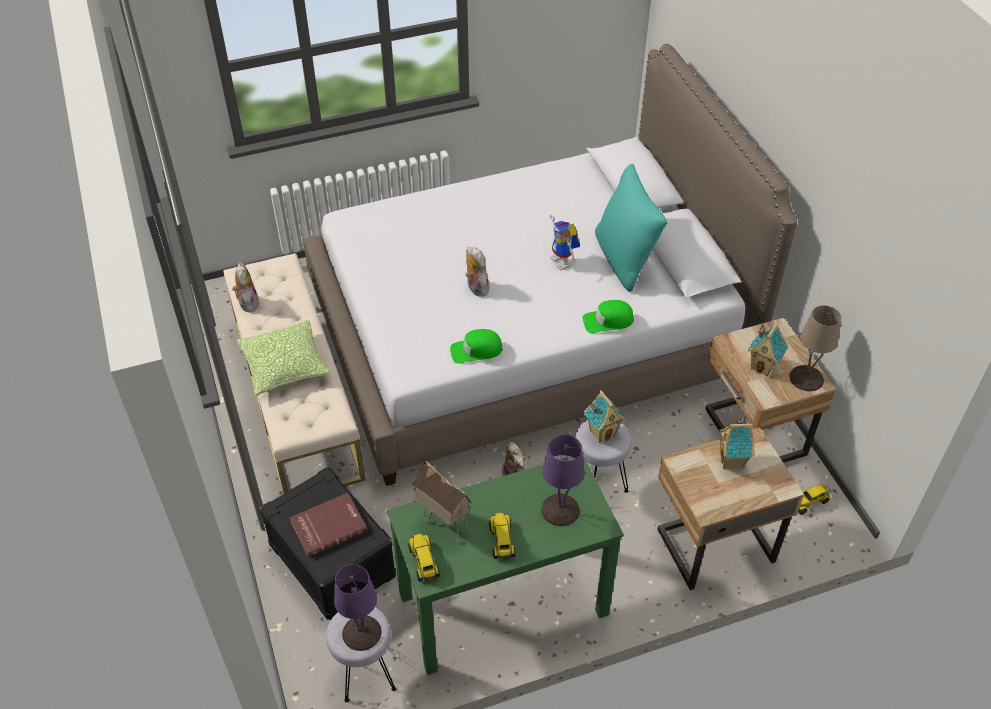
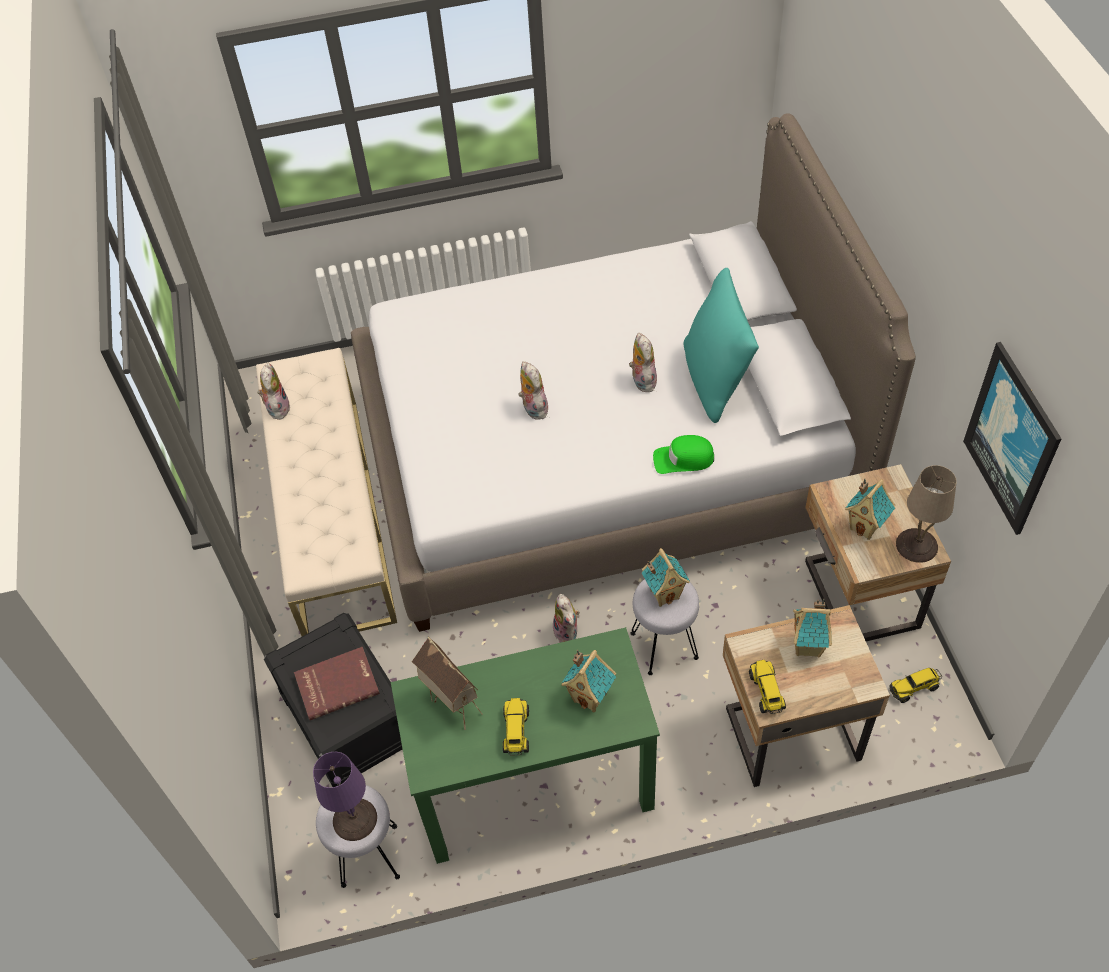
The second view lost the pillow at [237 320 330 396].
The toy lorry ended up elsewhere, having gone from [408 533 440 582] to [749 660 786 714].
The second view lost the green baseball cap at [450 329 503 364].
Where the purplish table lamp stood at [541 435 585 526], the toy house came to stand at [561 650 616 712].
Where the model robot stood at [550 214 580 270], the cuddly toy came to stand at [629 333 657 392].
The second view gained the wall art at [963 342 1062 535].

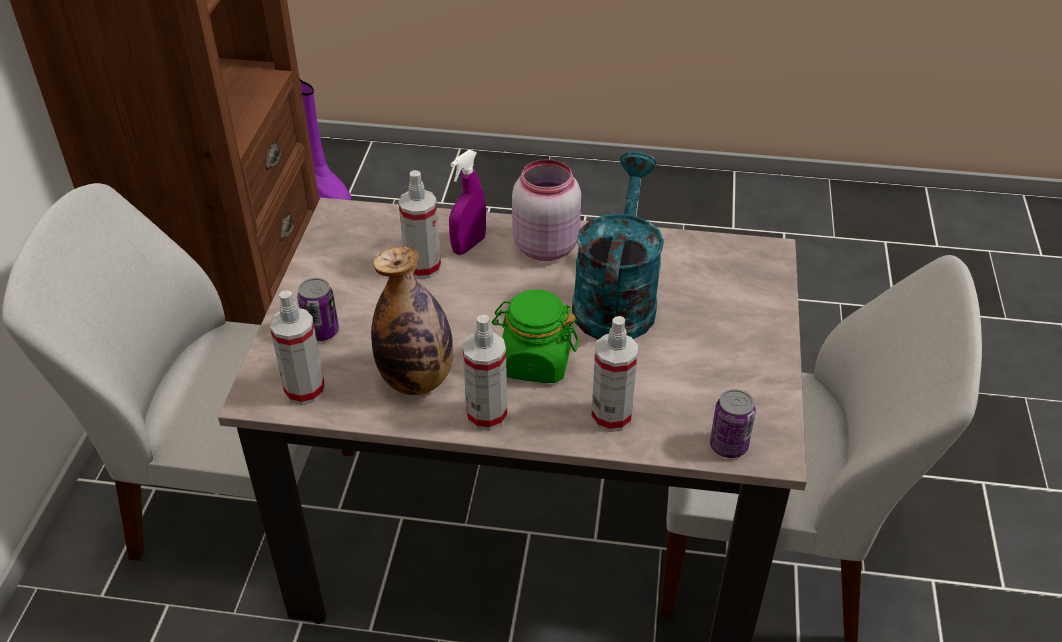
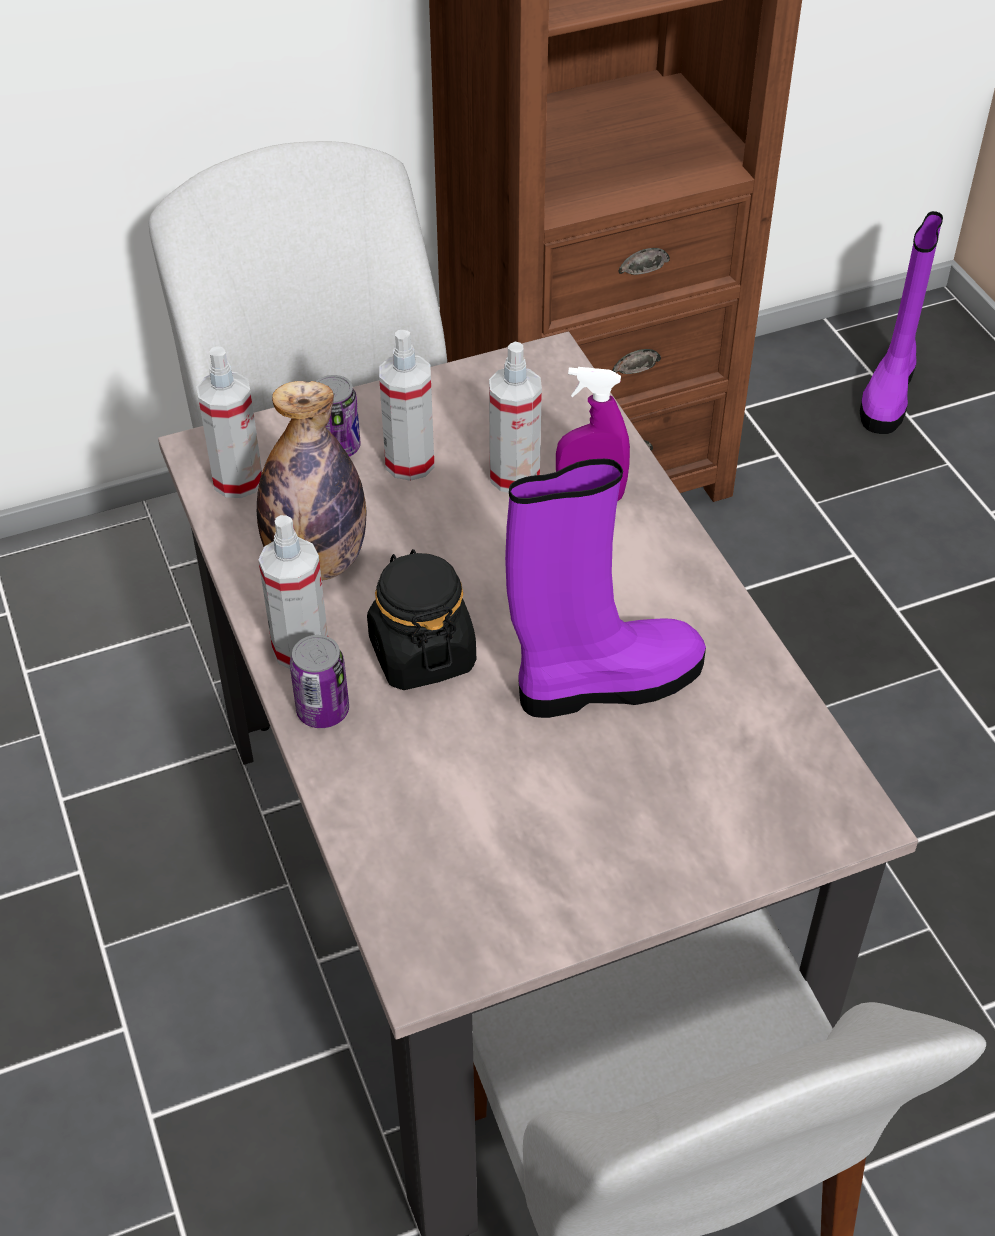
What was the green preserve jar at [492 289 579 383] turned into the blackish preserve jar at [367 549 476 690].
The second view lost the pink-coloured preserve jar at [512 159 581 261].
Where the turquoise-coloured sprinkling can stood at [572 151 664 339], the purplish boot came to stand at [505 459 706 718].
The sprayer ended up elsewhere, having gone from [591 316 638 432] to [379 330 435 481].
The can ended up elsewhere, having gone from [710 389 756 458] to [290 635 349 728].

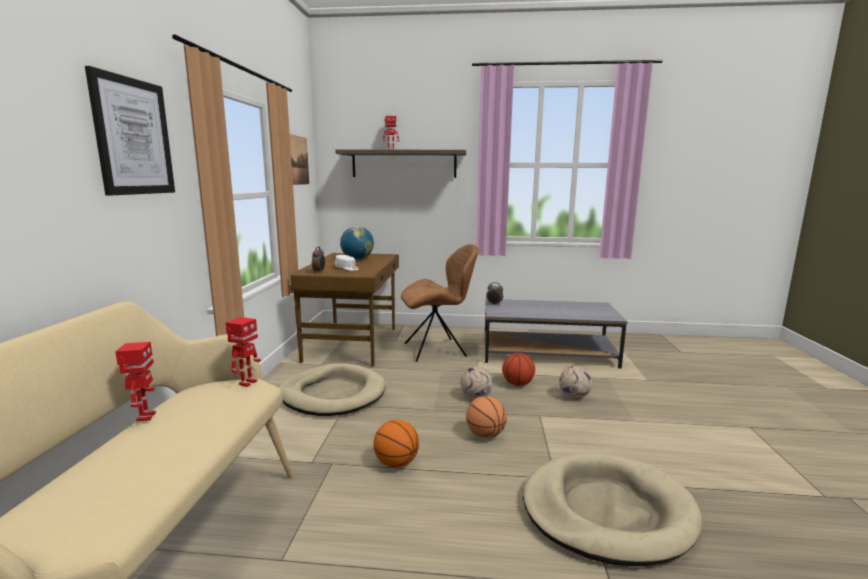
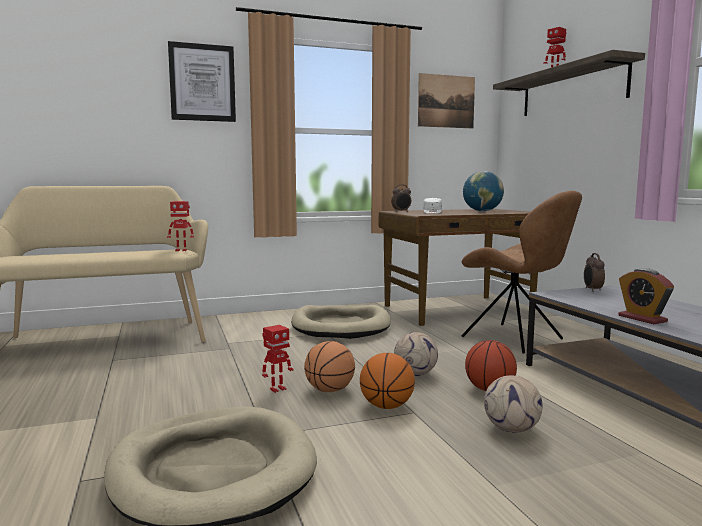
The model robot ended up elsewhere, having gone from [115 342 156 421] to [262 325 294 393].
The ball for basketball ended up elsewhere, having gone from [373 420 419 468] to [360 353 415 409].
The second view gained the bedside clock at [618 268 674 324].

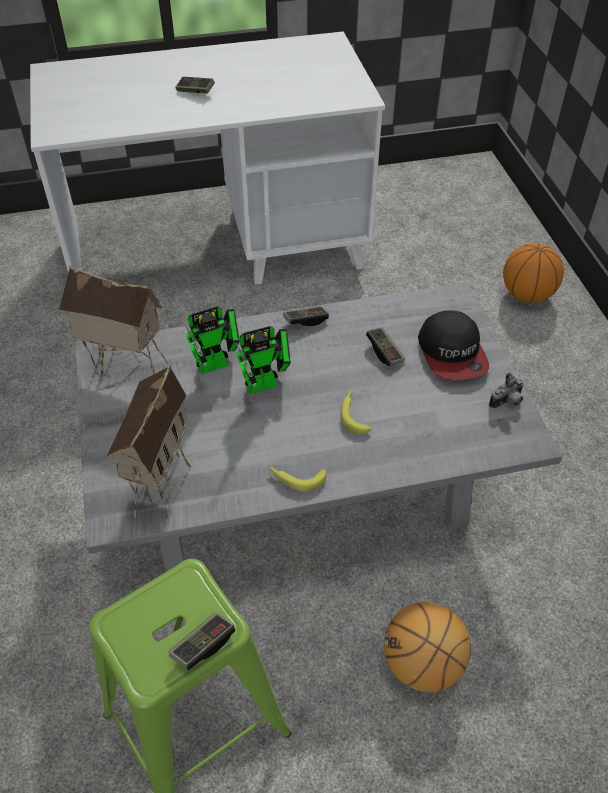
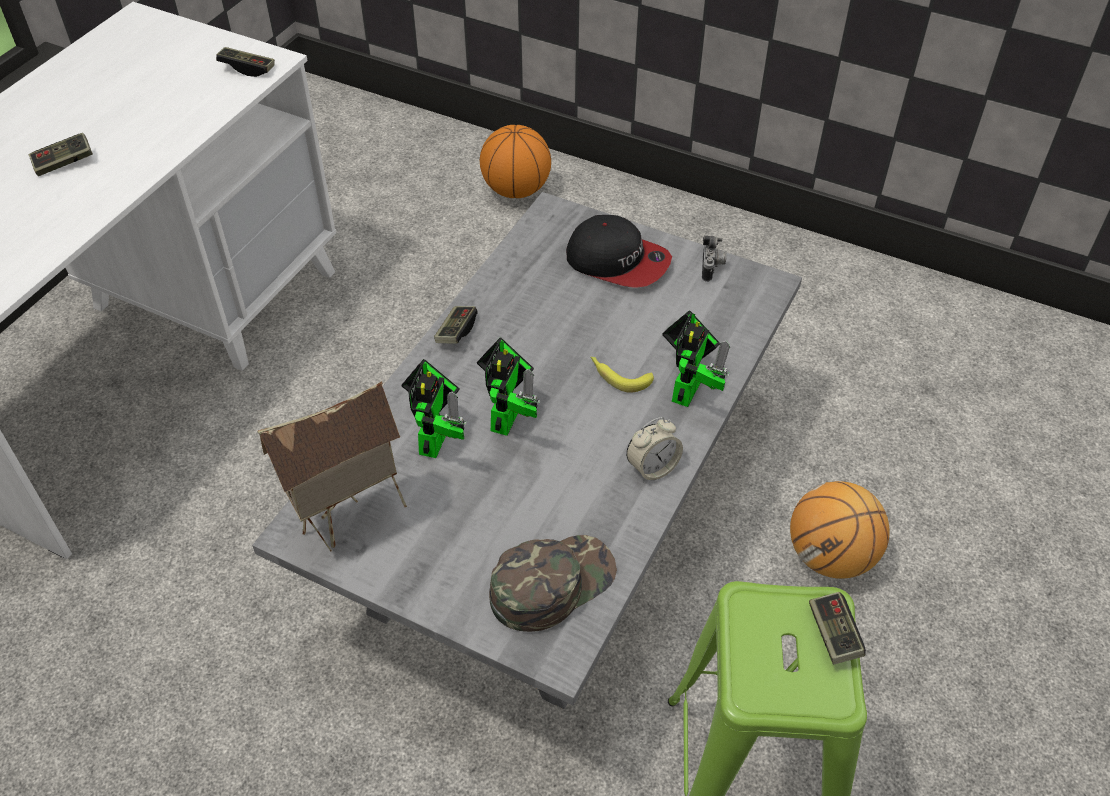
Where the toy house stood at [106 365 191 523], the green baseball cap came to stand at [489 535 617 632].
Where the banana stood at [268 466 327 492], the bedside clock came to stand at [626 417 683 482].
The joypad ended up elsewhere, having gone from [366 327 405 366] to [216 47 275 77].
The second view gained the model robot at [662 310 730 407].

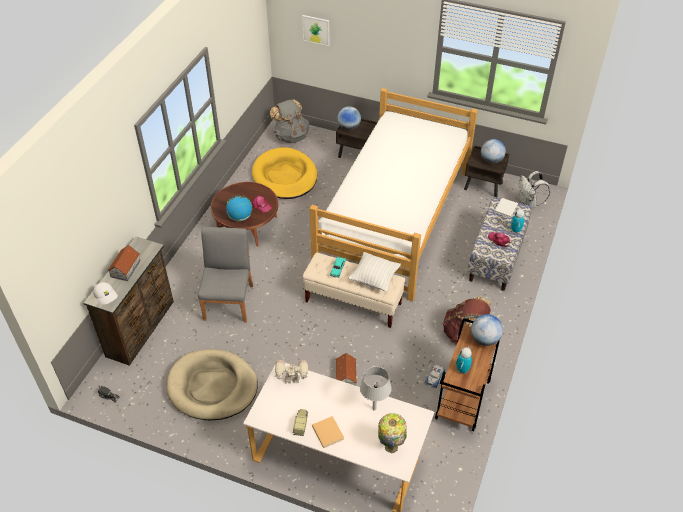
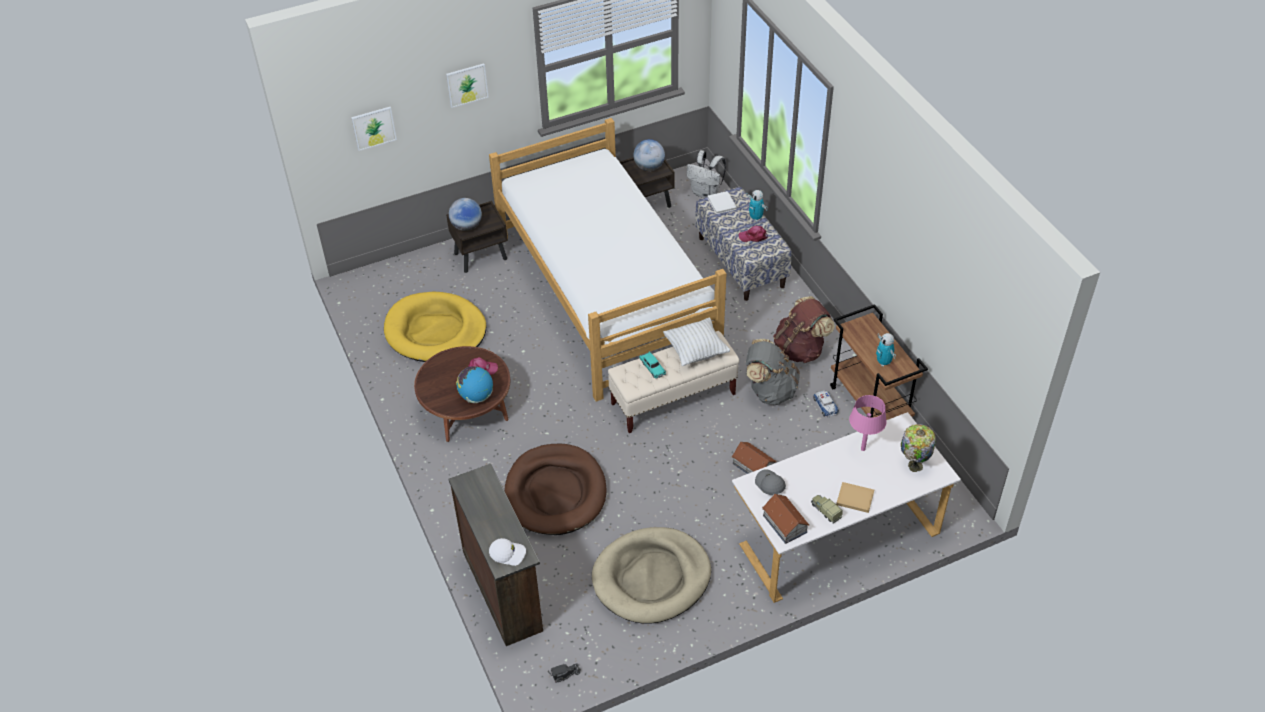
The toy house ended up elsewhere, having gone from [108 245 141 281] to [762 494 810 544].
Where the grey chair stood at [198 227 253 323], the brown-coloured dog bed came to stand at [505 444 607 535].
The grey knapsack ended up elsewhere, having gone from [270 99 309 143] to [746 339 800 405].
Where the model robot stood at [275 360 308 383], the grey baseball cap came to stand at [755 470 786 495].
What was the grey table lamp at [360 367 391 411] turned into the pink-coloured table lamp at [849 395 887 451].
The second view lost the globe at [471 314 503 346].
The second view gained the wall art at [446 64 489 108].

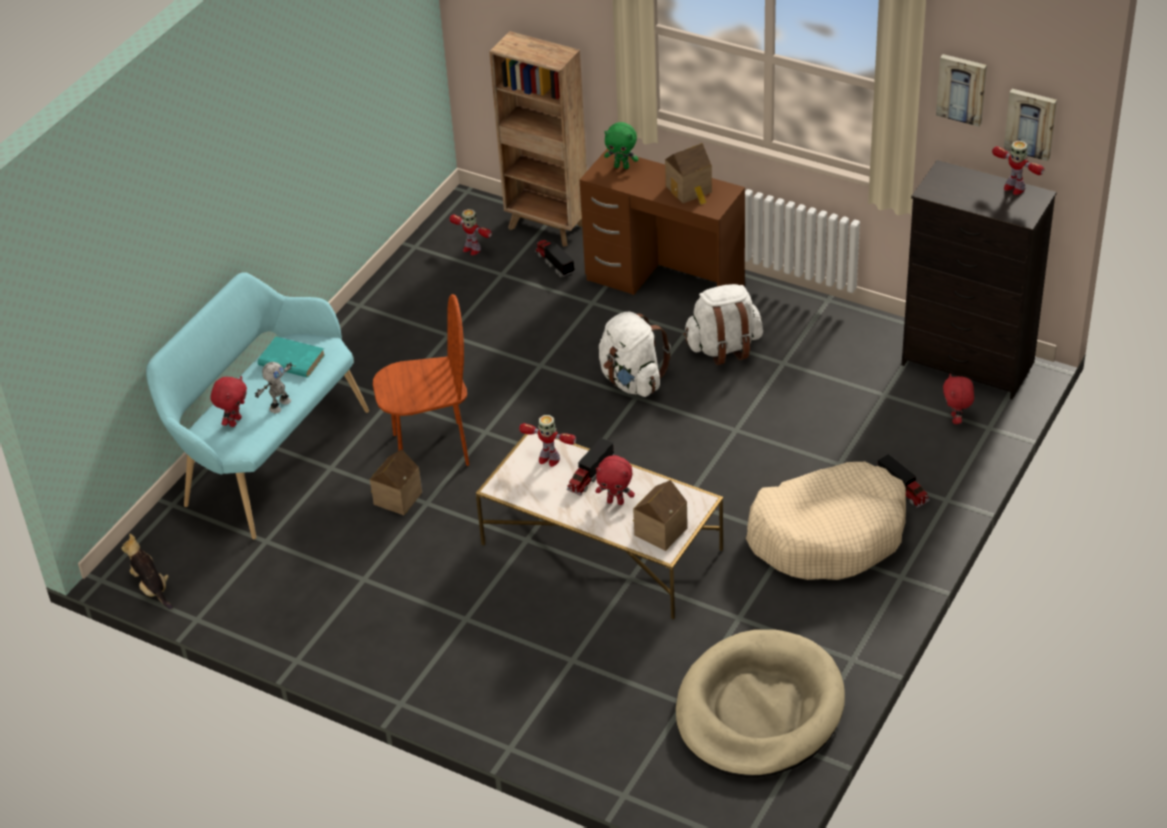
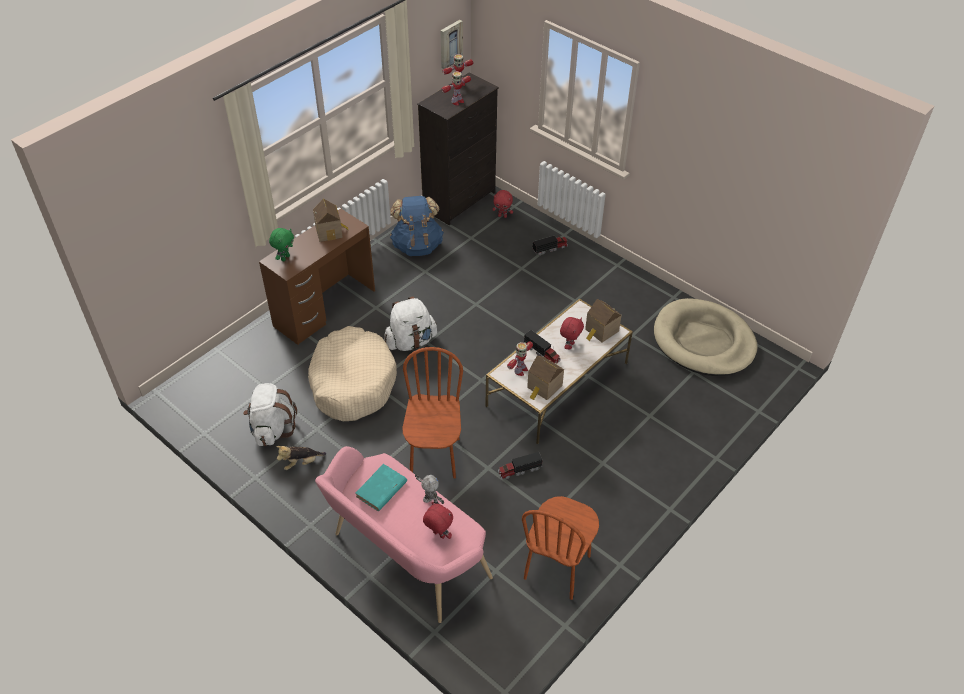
The cuddly toy ended up elsewhere, having gone from [121 534 173 609] to [276 446 326 470].
What was the turquoise-coloured bench at [146 272 369 539] turned into the pink-coloured bench at [315 446 493 623].
The toy house ended up elsewhere, having gone from [370 449 422 515] to [527 356 564 400].
The model robot ended up elsewhere, having gone from [449 209 492 255] to [441 71 471 105].
The second view lost the brown-coloured shelving unit at [489 31 587 247].
The toy lorry ended up elsewhere, having gone from [535 240 575 278] to [498 452 542 480].
The whitish knapsack ended up elsewhere, having gone from [683 284 763 365] to [243 383 297 446].
The beige dog bed ended up elsewhere, having gone from [746 462 906 580] to [308 326 397 421].
The second view lost the wall art at [936 54 987 127].
The second view gained the bluish knapsack at [390 196 444 256].
The second view gained the brown-coloured chair at [522 496 599 600].

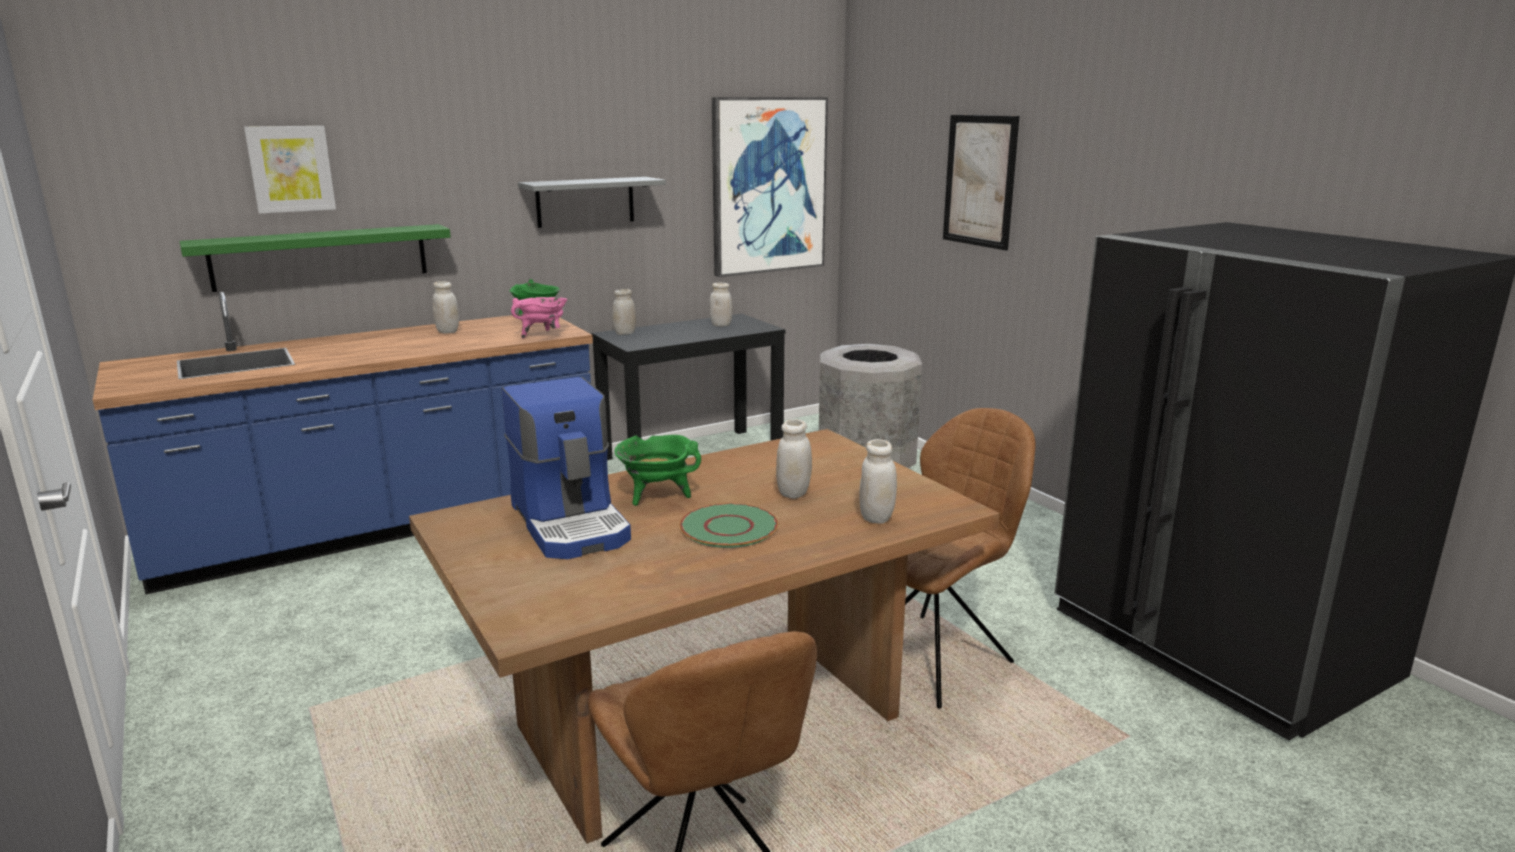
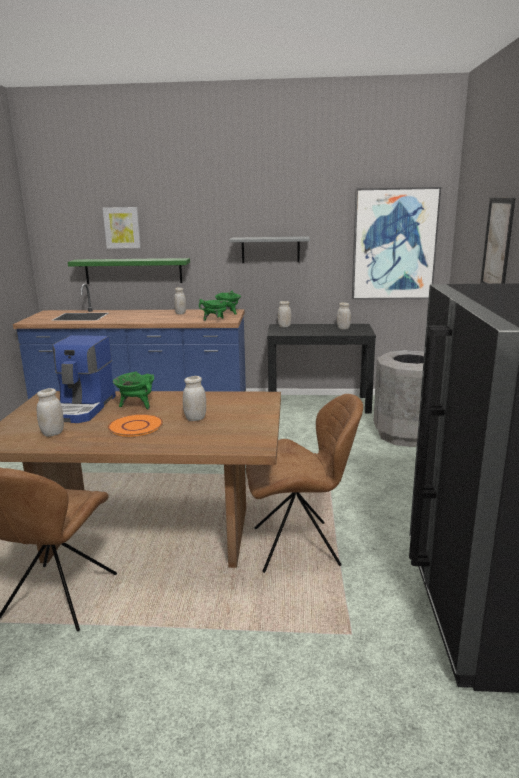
What was the pink-coloured saucepot at [511 297 567 339] turned into the green saucepot at [199 299 230 321].
What was the green dinner plate at [680 503 778 548] turned into the orange dinner plate at [108 414 163 437].
The whitish preserve jar ended up elsewhere, having gone from [859 439 897 524] to [37 388 64 437].

